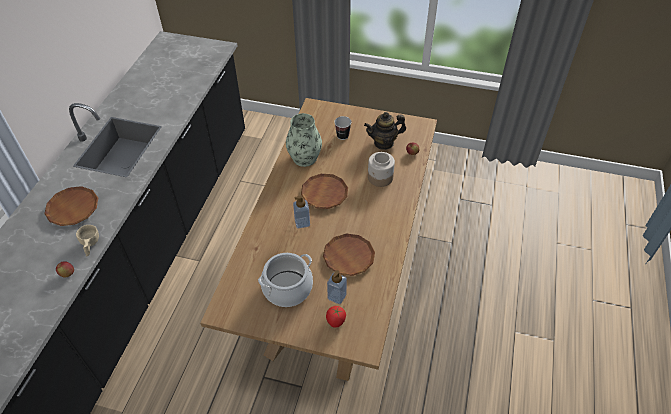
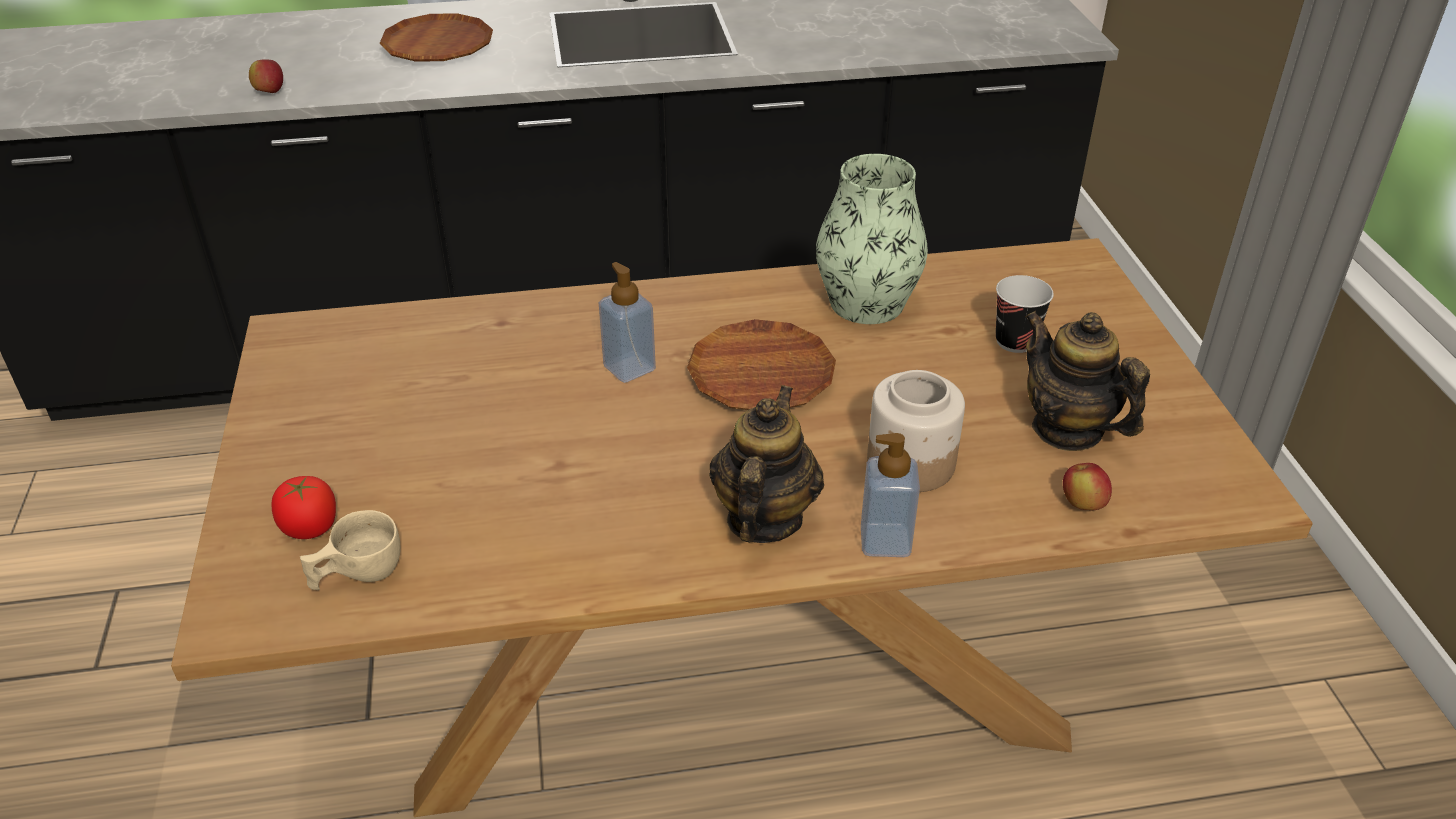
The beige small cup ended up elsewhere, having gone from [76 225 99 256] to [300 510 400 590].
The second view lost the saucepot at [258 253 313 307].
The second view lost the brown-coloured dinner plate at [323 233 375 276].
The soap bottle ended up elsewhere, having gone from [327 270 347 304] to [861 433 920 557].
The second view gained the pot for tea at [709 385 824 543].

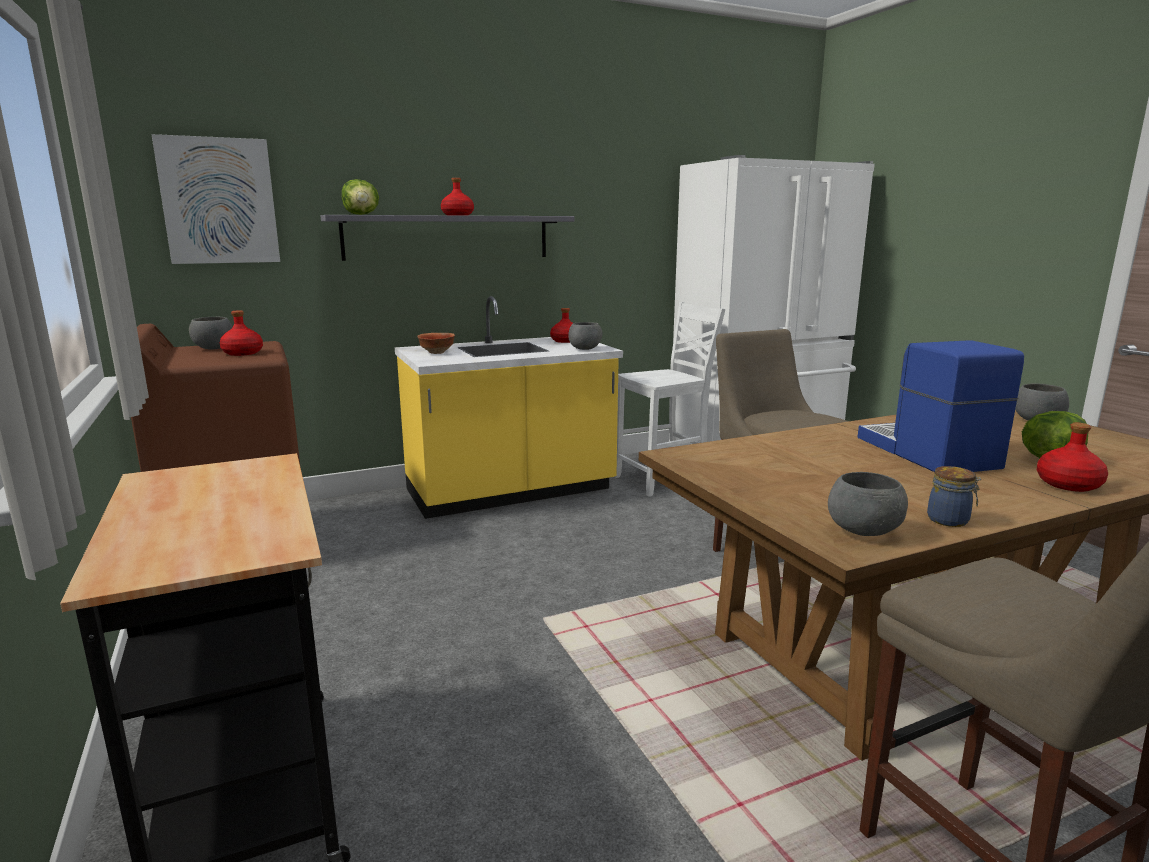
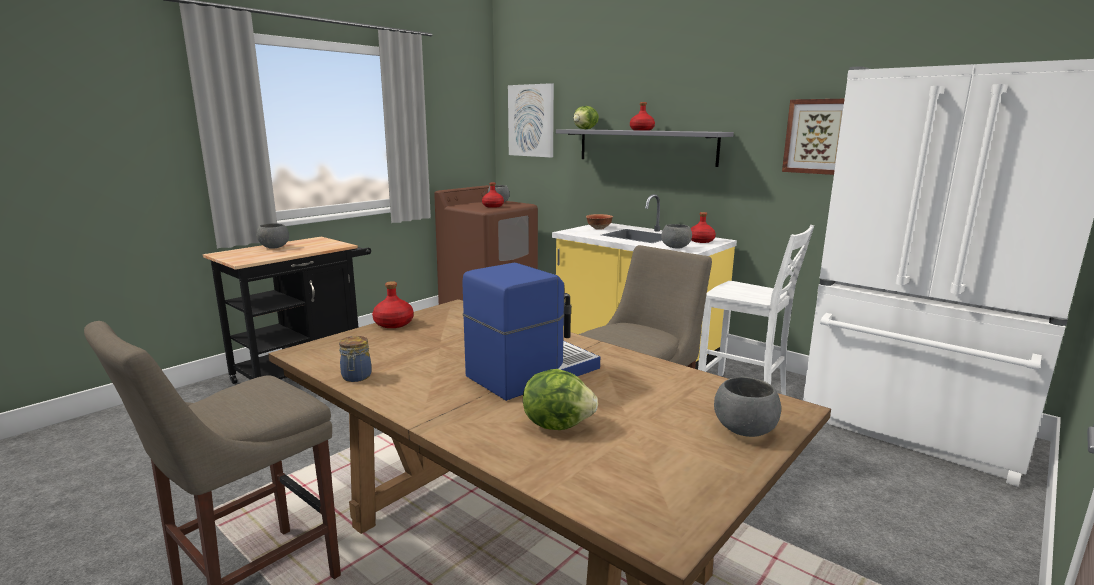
The grey serving bowl ended up elsewhere, having gone from [828 472 908 536] to [256 223 289 249].
The red-coloured bottle ended up elsewhere, having gone from [1037 423 1108 492] to [372 281 414 328].
The second view gained the wall art at [782 99 845 175].

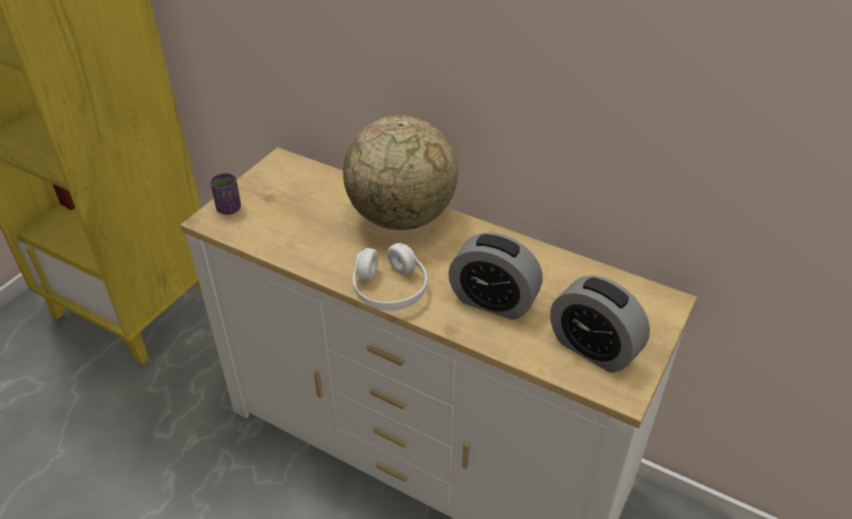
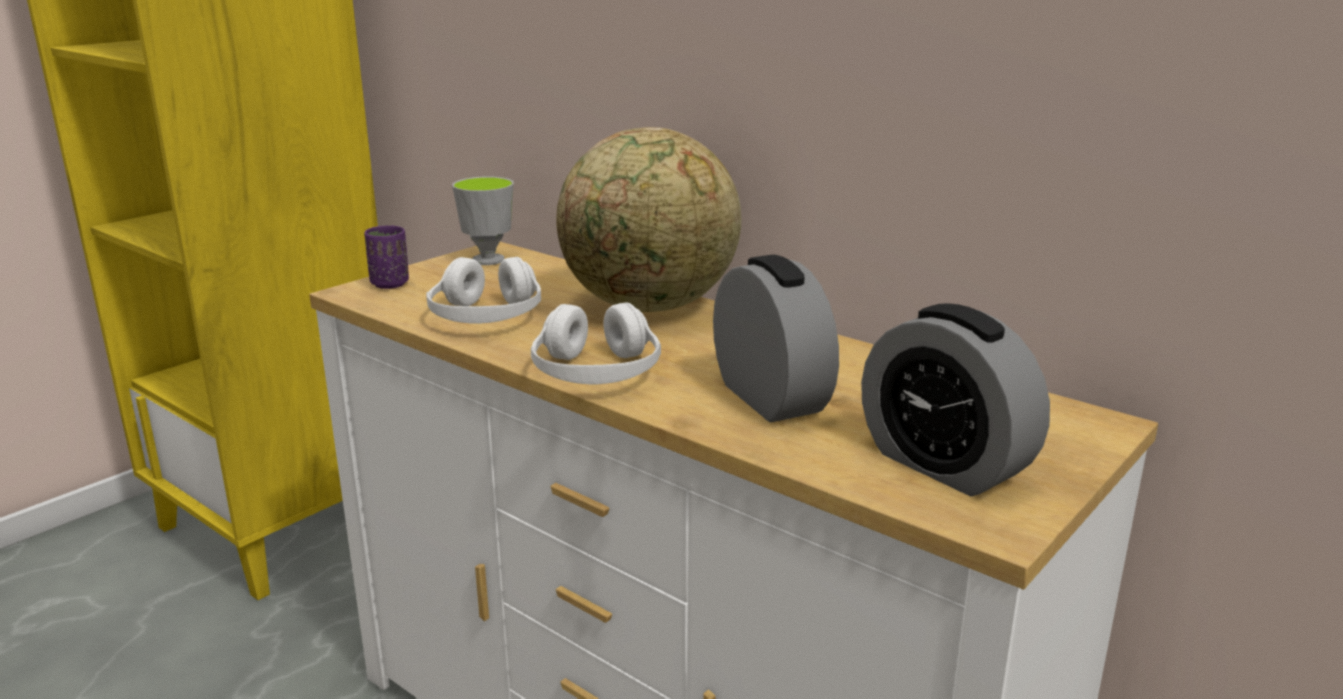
The bedside clock at [448 232 543 320] ended up facing another way, 150 degrees counterclockwise from before.
The second view gained the whitish pair of headphones at [426 257 541 324].
The second view gained the small cup at [452 176 514 265].

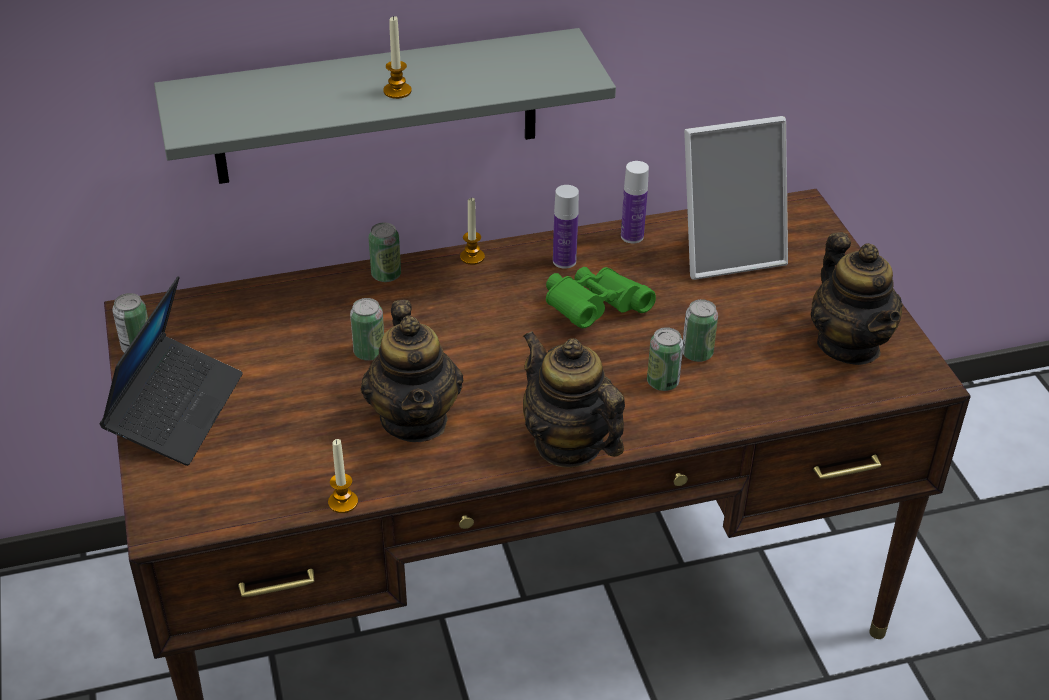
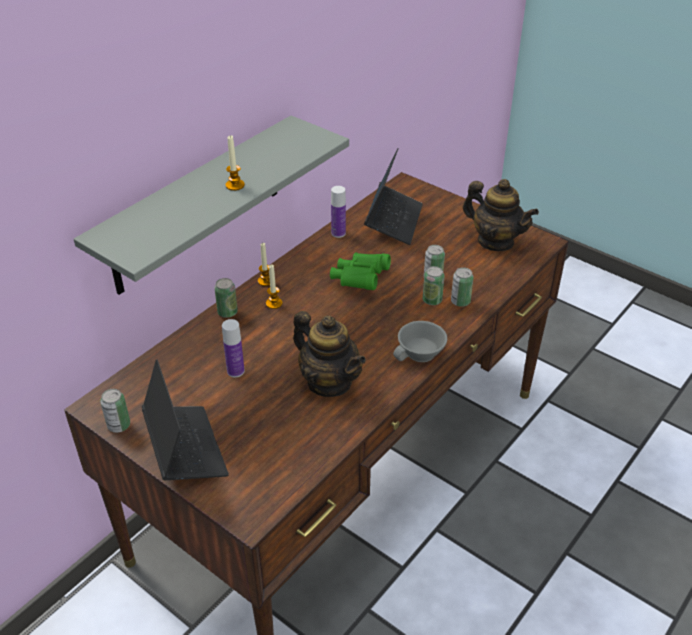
The wax light ended up elsewhere, having gone from [328 439 358 513] to [266 264 282 309].
The can ended up elsewhere, having gone from [350 298 384 361] to [451 267 474 307].
Where the pot for tea stood at [523 331 625 468], the grey small cup came to stand at [393 321 447 362].
The bottle ended up elsewhere, having gone from [553 185 579 269] to [222 319 244 377].
Where the photo frame stood at [684 116 788 280], the notebook computer came to stand at [364 148 423 245].

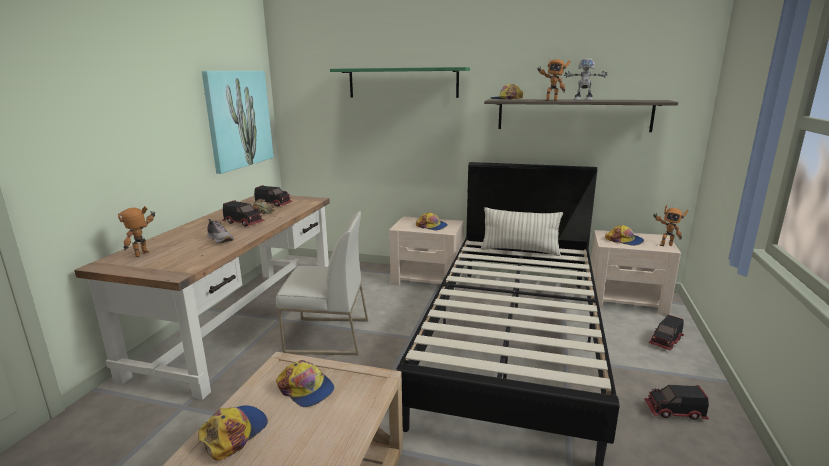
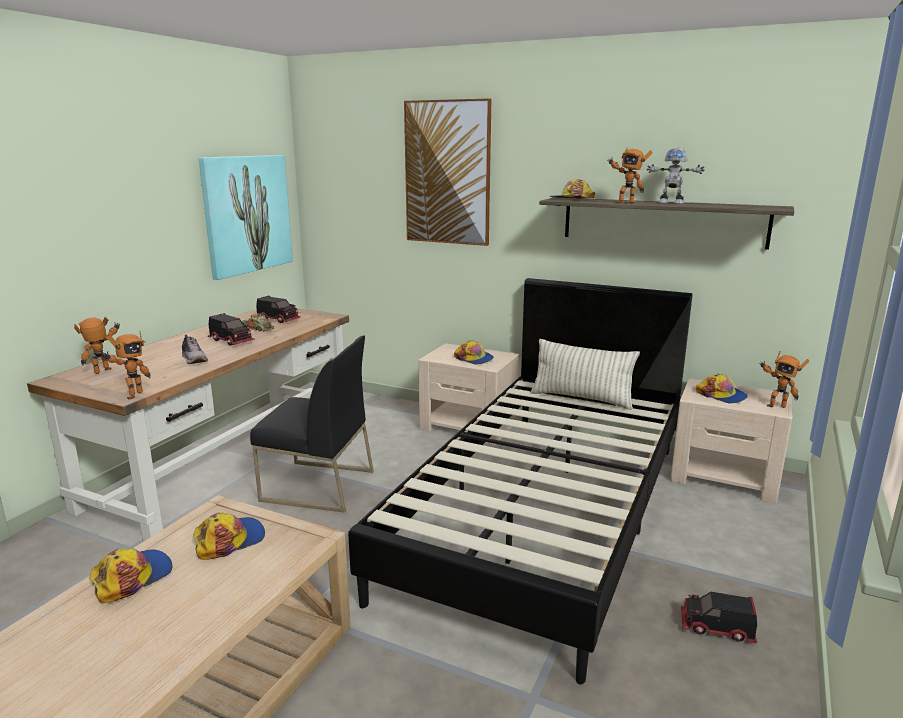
What was the whitish chair at [276 211 368 355] turned into the blackish chair at [250 336 374 512].
The baseball cap at [276 360 334 407] ended up facing another way, 90 degrees counterclockwise from before.
Where the green shelf hung at [330 67 470 98], the wall art came to hang at [404 98 491 246].
The second view lost the toy lorry at [648 315 684 351].
The second view gained the model robot at [103 331 150 400].

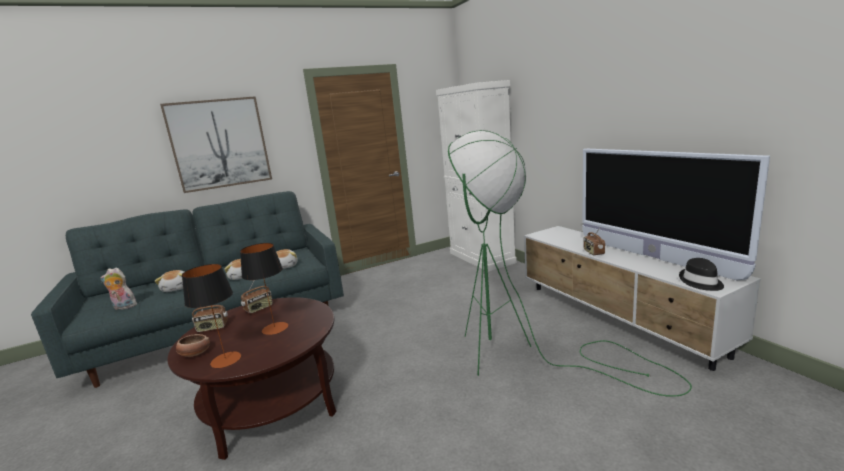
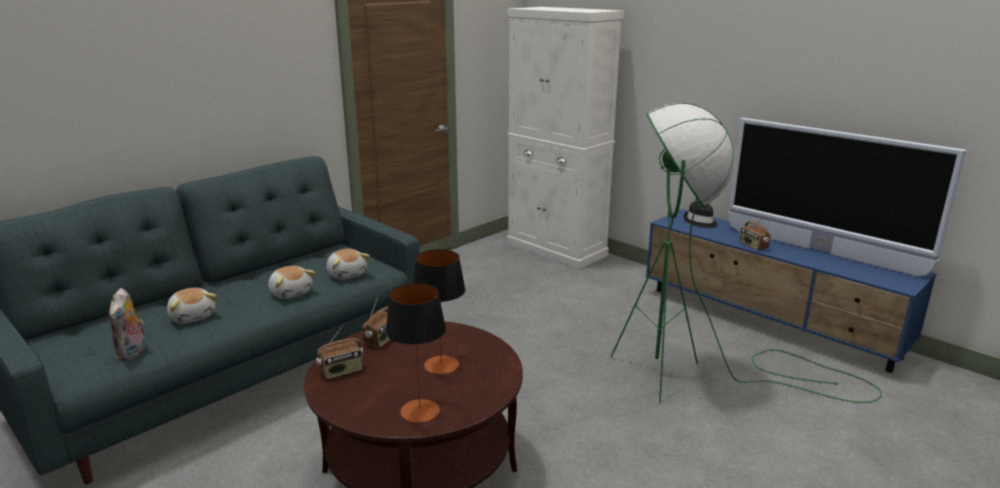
The cuddly toy at [101 268 137 310] ended up facing another way, 75 degrees counterclockwise from before.
The second view lost the wall art at [160 96 272 193].
The second view lost the serving bowl at [176 334 210 357].
What was the whitish tv stand at [524 226 761 371] turned into the bluish tv stand at [646 209 936 373].
The blackish hat ended up elsewhere, having gone from [679 258 724 291] to [684 201 718 228].

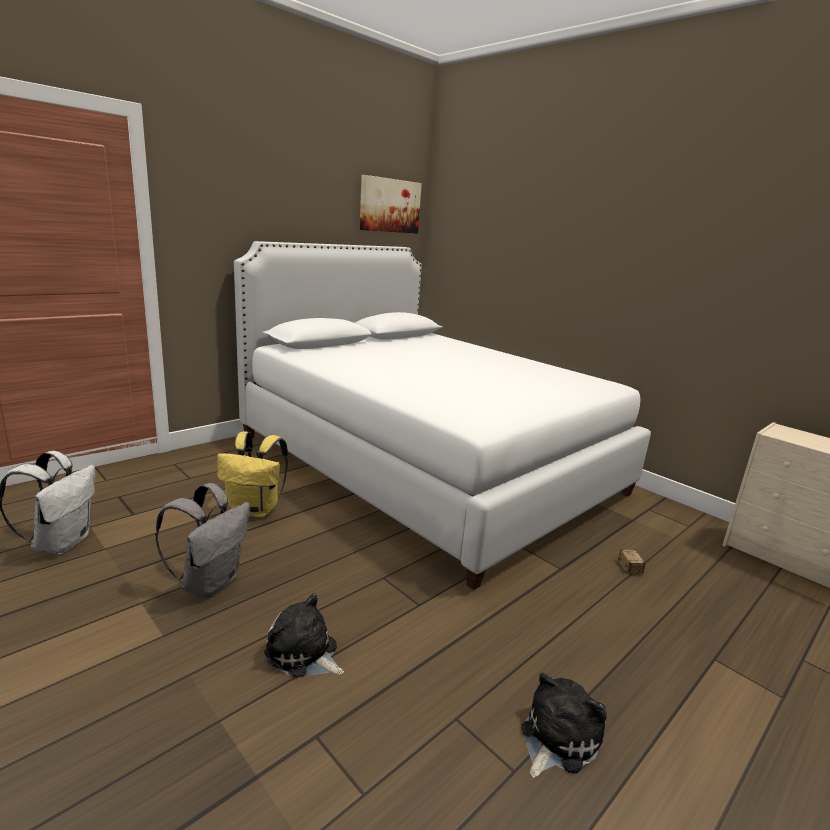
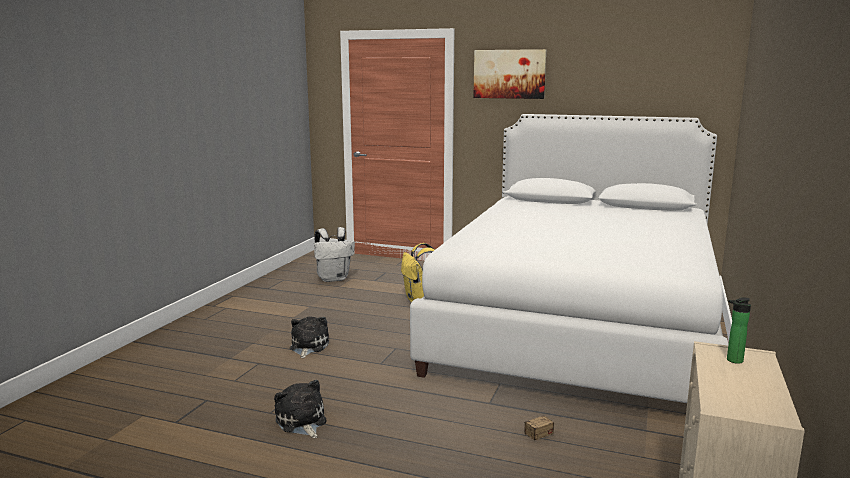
The second view lost the grey knapsack at [155 483 250 599].
The wall art ended up elsewhere, having gone from [360 175 422 233] to [473 49 546 99].
The cuddly toy at [521 673 607 778] ended up facing another way, 135 degrees counterclockwise from before.
The second view gained the bottle at [727 297 751 364].

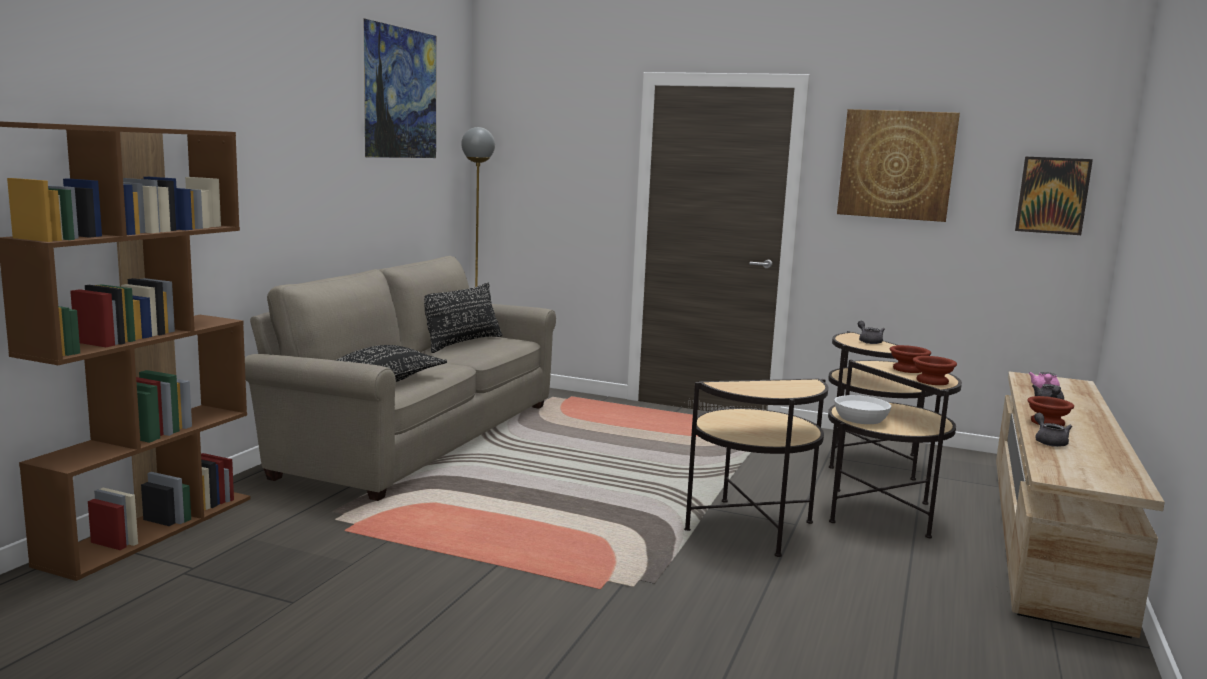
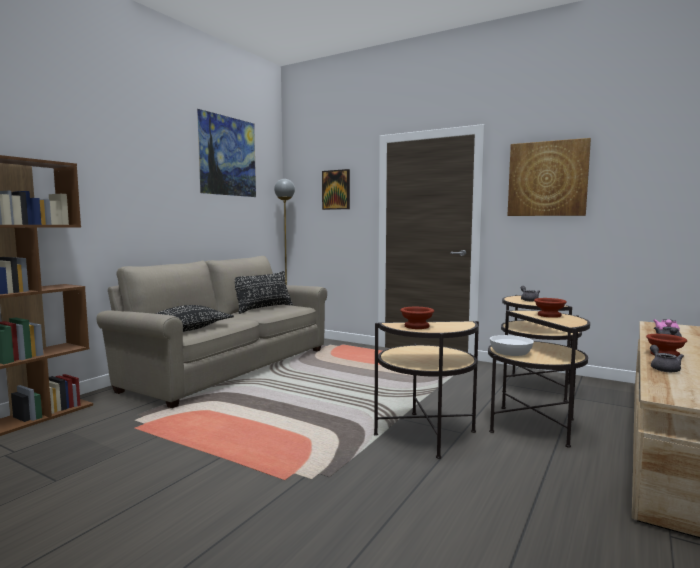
The brown-coloured serving bowl ended up elsewhere, having gone from [913 356 957 385] to [400 307 434 329].
The wall art ended up elsewhere, having gone from [1015 157 1093 235] to [322 169 350 210].

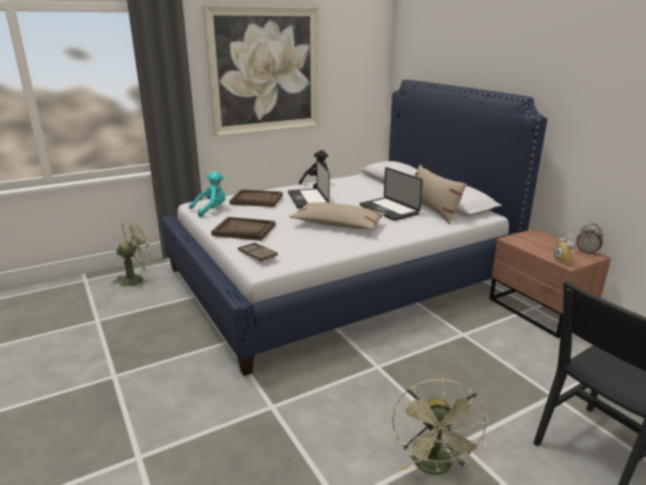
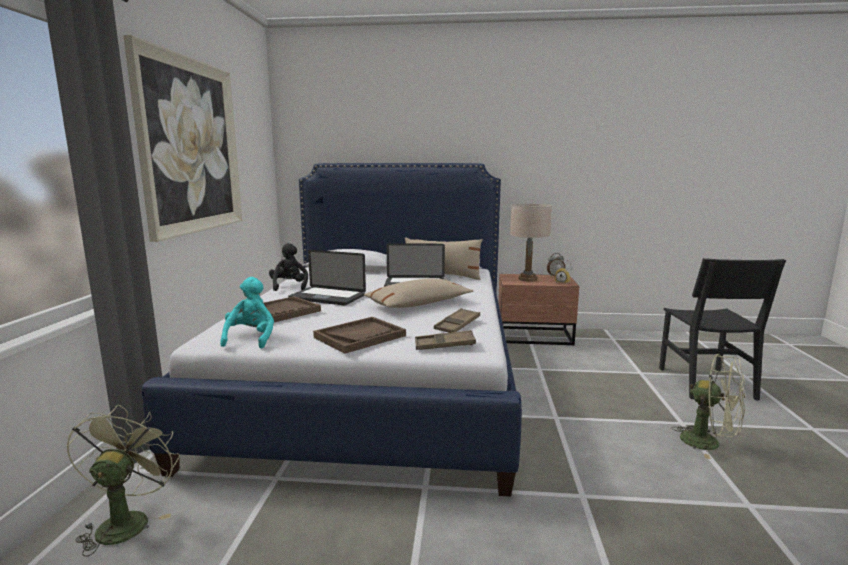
The second view gained the brown-coloured carrying tray at [434 308 480 333].
The second view gained the beige table lamp at [510 204 552 282].

